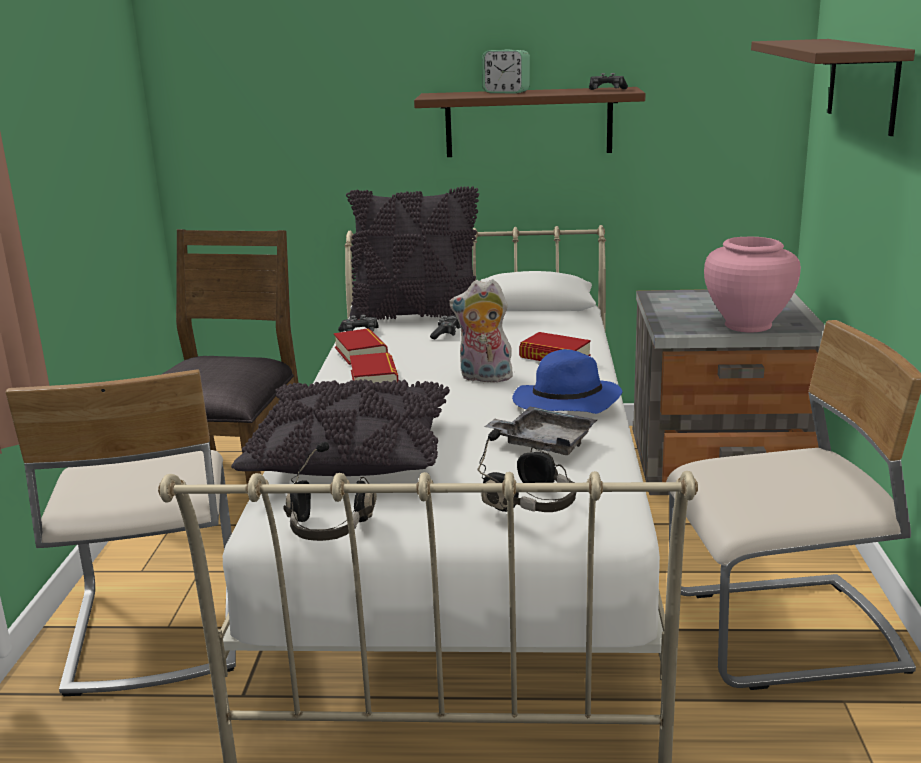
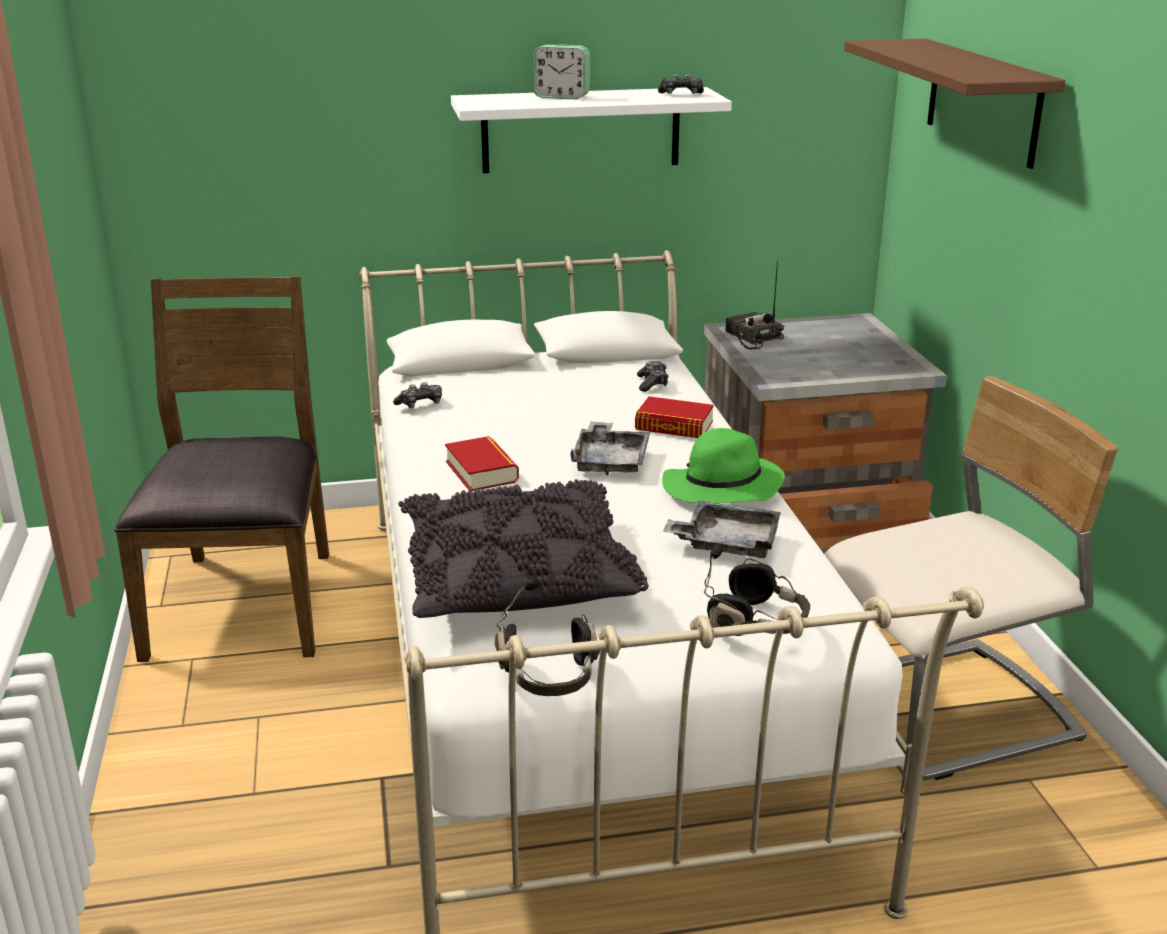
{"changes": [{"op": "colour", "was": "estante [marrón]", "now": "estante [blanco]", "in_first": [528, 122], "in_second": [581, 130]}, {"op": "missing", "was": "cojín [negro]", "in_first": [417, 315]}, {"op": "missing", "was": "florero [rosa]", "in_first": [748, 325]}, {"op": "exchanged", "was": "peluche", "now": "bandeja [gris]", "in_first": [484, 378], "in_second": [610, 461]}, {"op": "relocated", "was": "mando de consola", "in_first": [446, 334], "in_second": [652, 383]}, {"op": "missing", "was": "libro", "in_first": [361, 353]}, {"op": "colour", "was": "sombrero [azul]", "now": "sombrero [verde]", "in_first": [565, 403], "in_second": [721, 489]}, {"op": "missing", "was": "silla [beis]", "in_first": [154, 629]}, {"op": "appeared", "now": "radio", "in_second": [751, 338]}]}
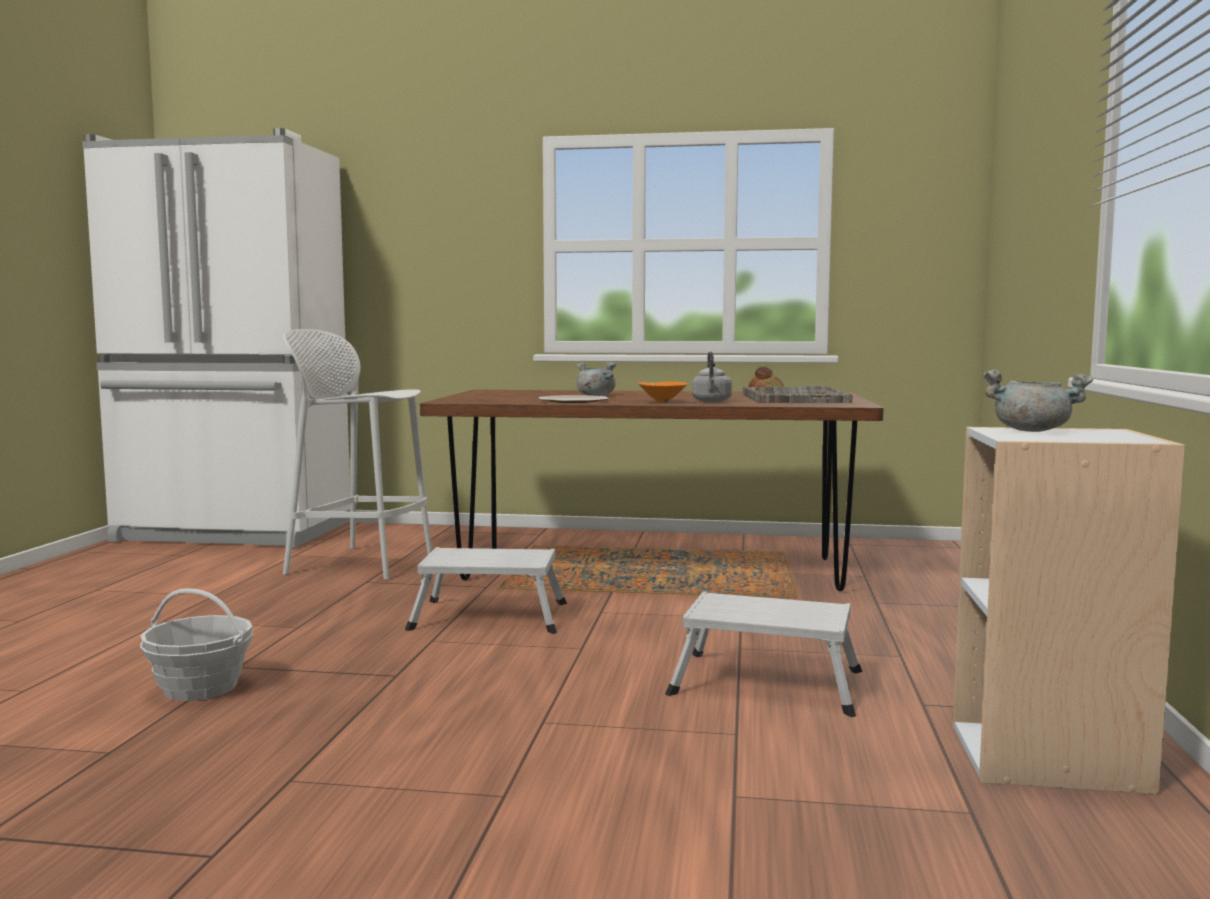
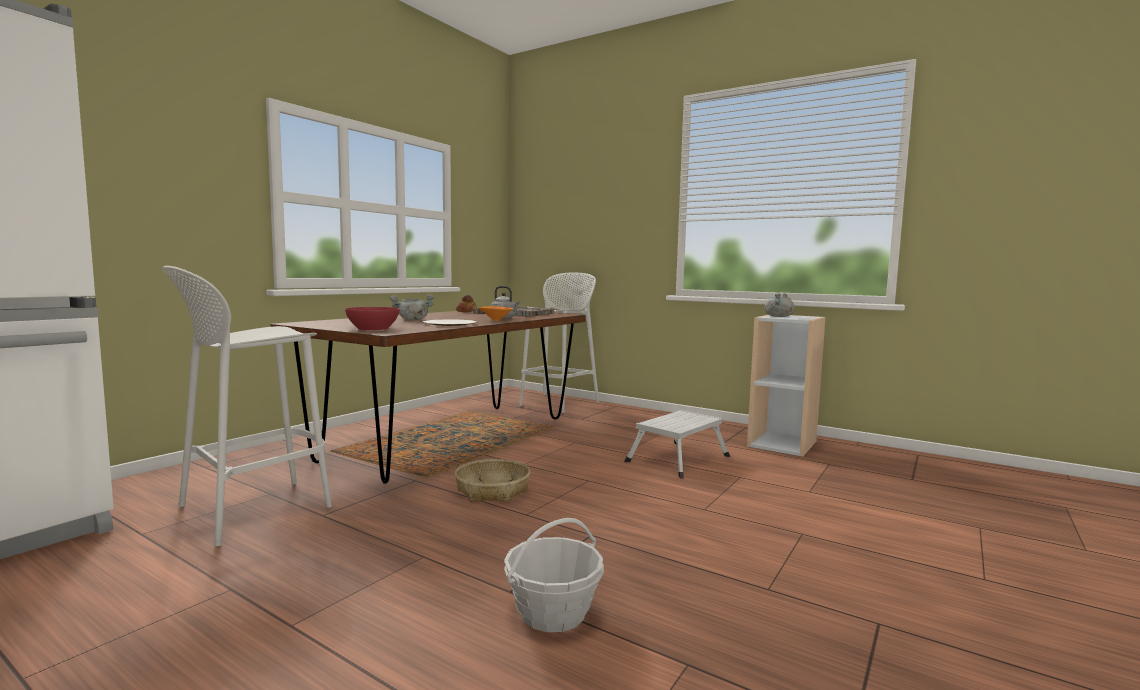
{"changes": [{"op": "exchanged", "was": "escalera de tijera [blanco]", "now": "cesta", "in_first": [490, 616], "in_second": [492, 490]}, {"op": "appeared", "now": "taburete [blanco]", "in_second": [557, 403]}, {"op": "appeared", "now": "cuenco [rojo]", "in_second": [373, 328]}]}
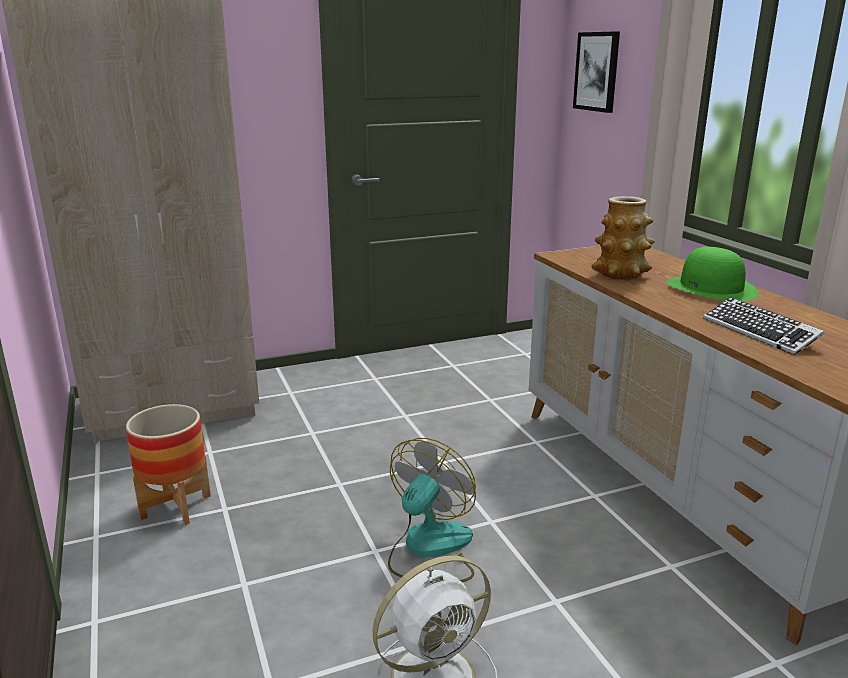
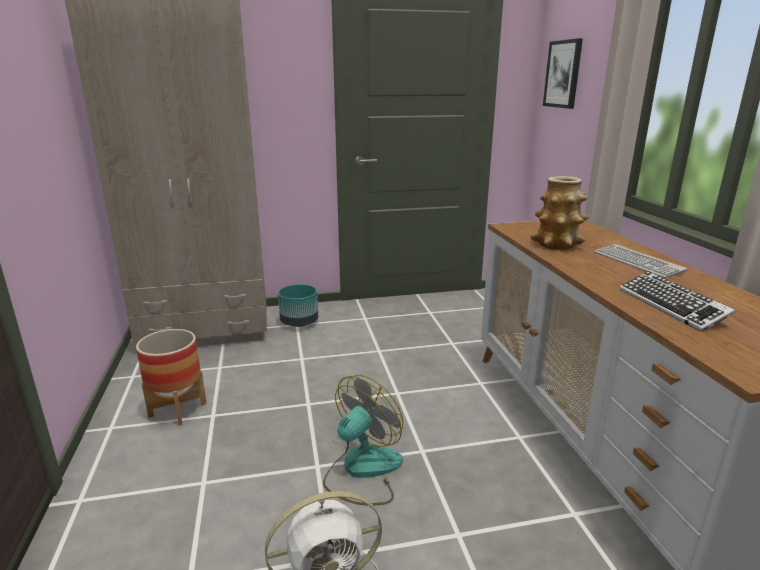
{"changes": [{"op": "exchanged", "was": "sombrero [verde]", "now": "teclado", "in_first": [711, 288], "in_second": [637, 262]}, {"op": "appeared", "now": "maceta [turquesa]", "in_second": [299, 323]}]}
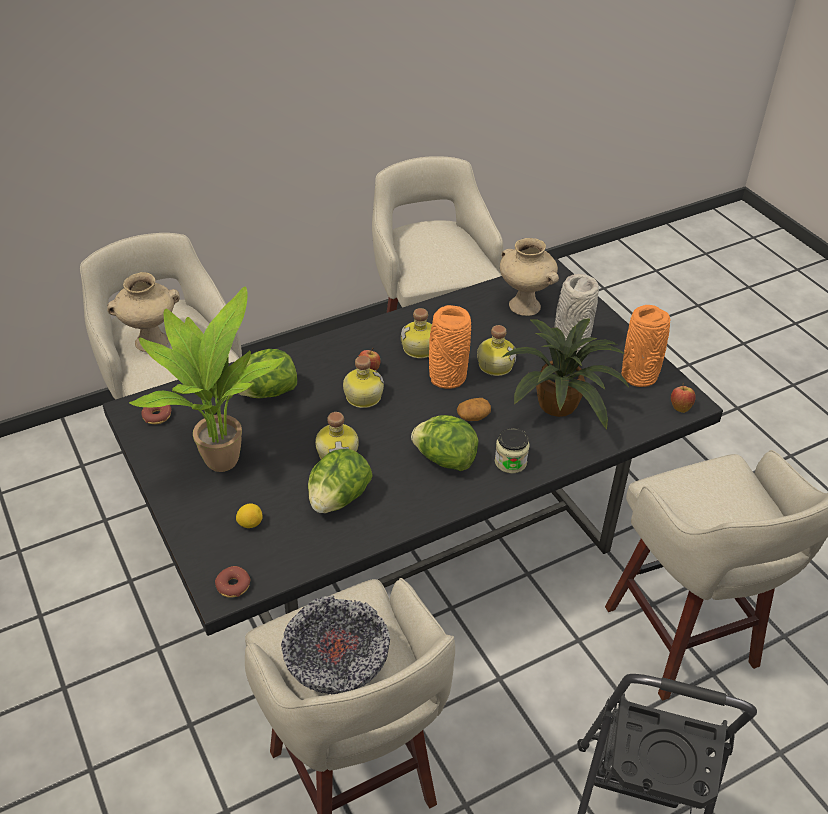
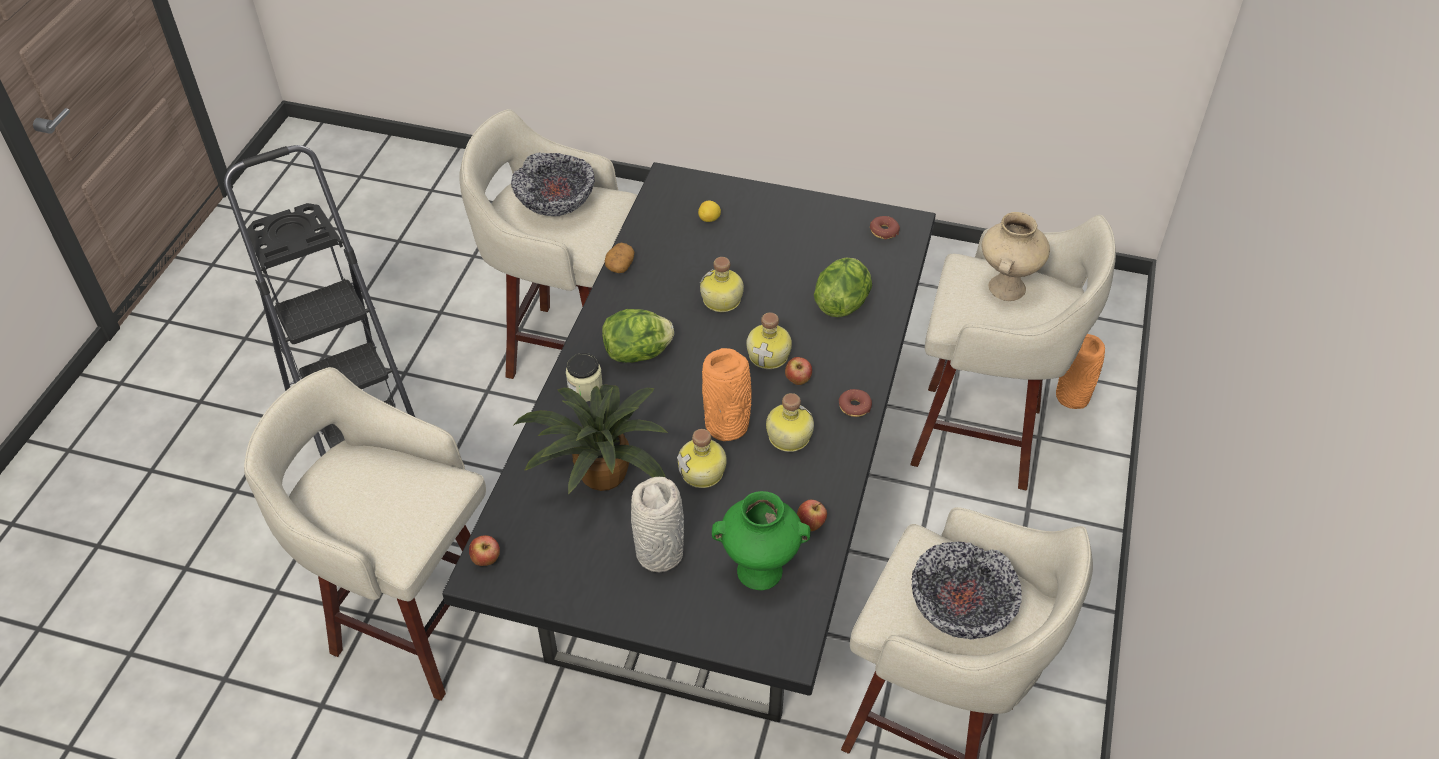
{"changes": [{"op": "colour", "was": "florero [beis]", "now": "florero [verde]", "in_first": [523, 306], "in_second": [760, 570]}, {"op": "missing", "was": "planta en maceta", "in_first": [219, 459]}, {"op": "relocated", "was": "florero [naranja]", "in_first": [640, 376], "in_second": [1072, 397]}, {"op": "relocated", "was": "patata", "in_first": [473, 416], "in_second": [620, 265]}, {"op": "missing", "was": "lechuga", "in_first": [338, 499]}, {"op": "relocated", "was": "rosquilla", "in_first": [233, 585], "in_second": [854, 407]}, {"op": "appeared", "now": "manzana", "in_second": [811, 524]}, {"op": "appeared", "now": "cuenco", "in_second": [961, 611]}]}
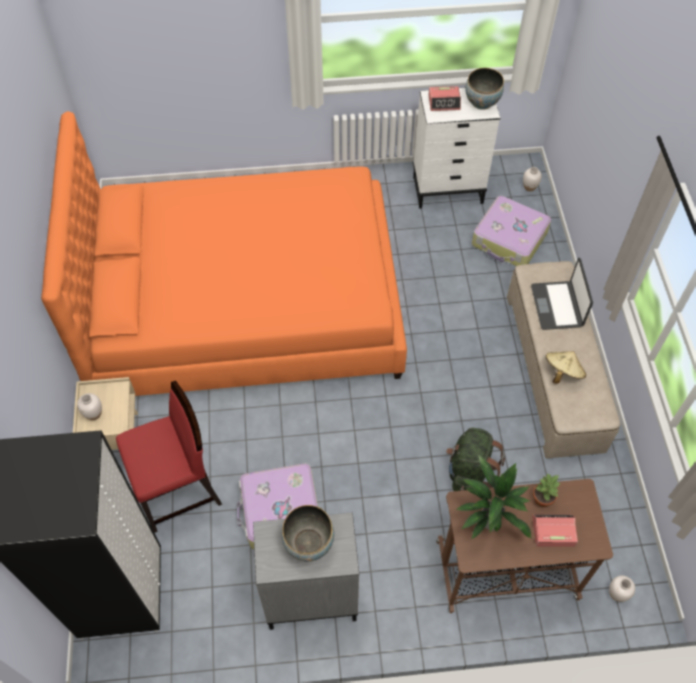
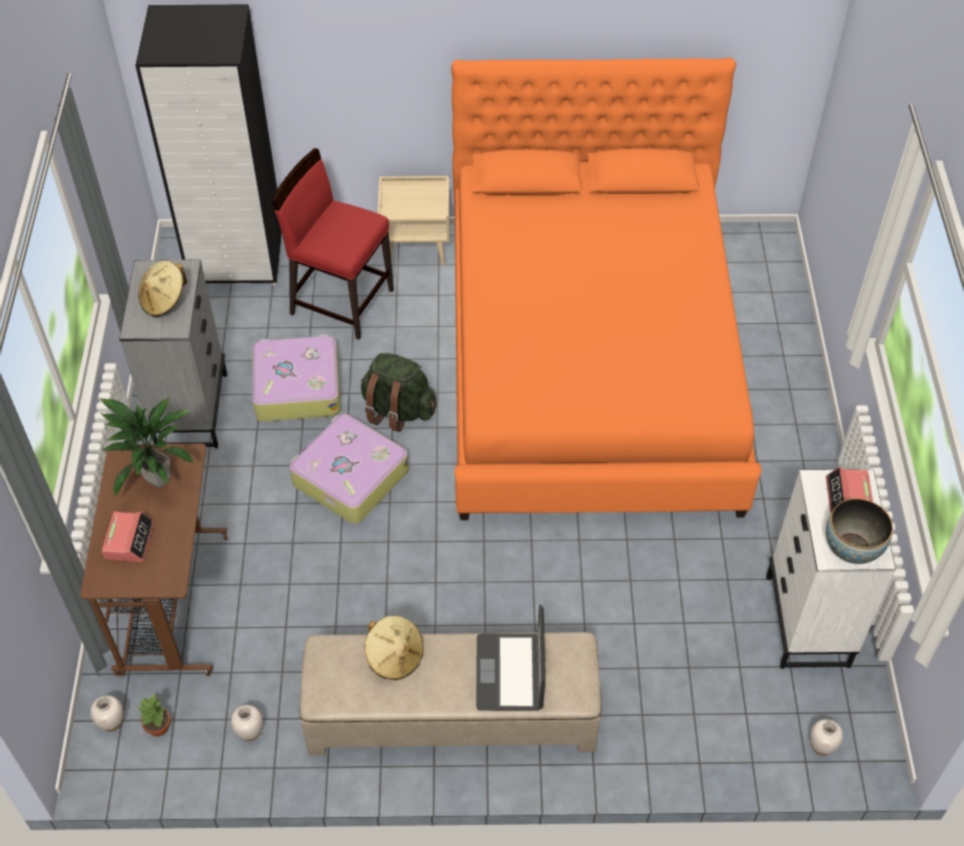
{"changes": [{"op": "relocated", "was": "maleta", "in_first": [509, 239], "in_second": [349, 477]}, {"op": "spun", "was": "portátil", "in_first": [557, 306], "in_second": [510, 673], "clockwise": -90}, {"op": "spun", "was": "silla [rojo]", "in_first": [179, 490], "in_second": [341, 300], "clockwise": 135}, {"op": "relocated", "was": "florero [blanco]", "in_first": [94, 414], "in_second": [249, 732]}, {"op": "relocated", "was": "mochila [verde]", "in_first": [469, 471], "in_second": [398, 410]}, {"op": "relocated", "was": "planta en maceta", "in_first": [542, 498], "in_second": [159, 727]}, {"op": "exchanged", "was": "cuenco", "now": "sombrero [beis]", "in_first": [308, 543], "in_second": [164, 301]}]}
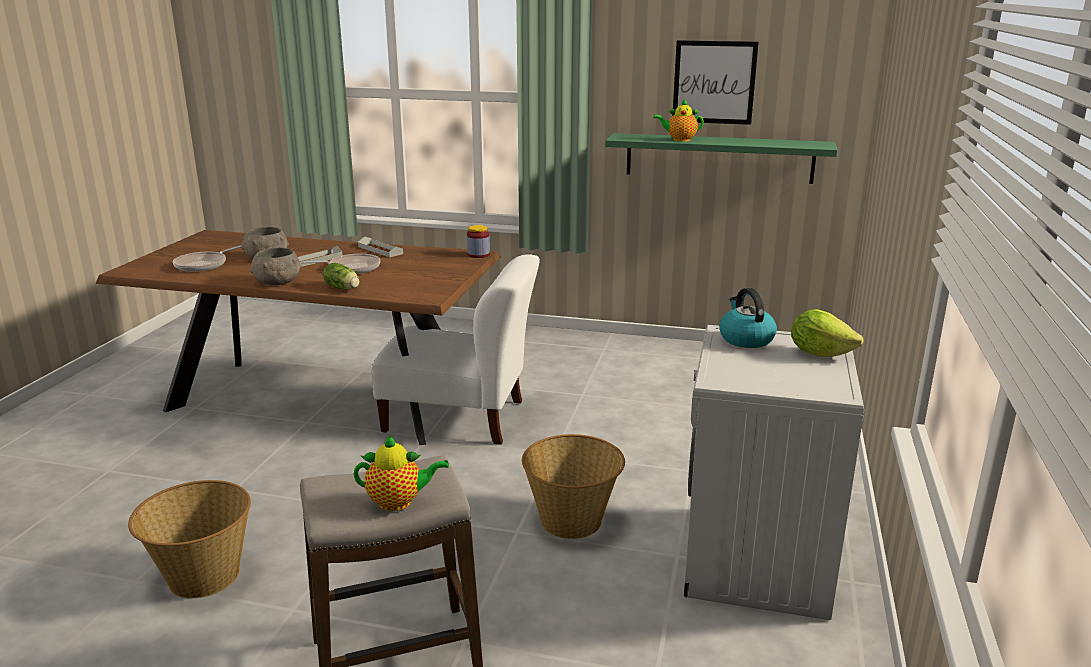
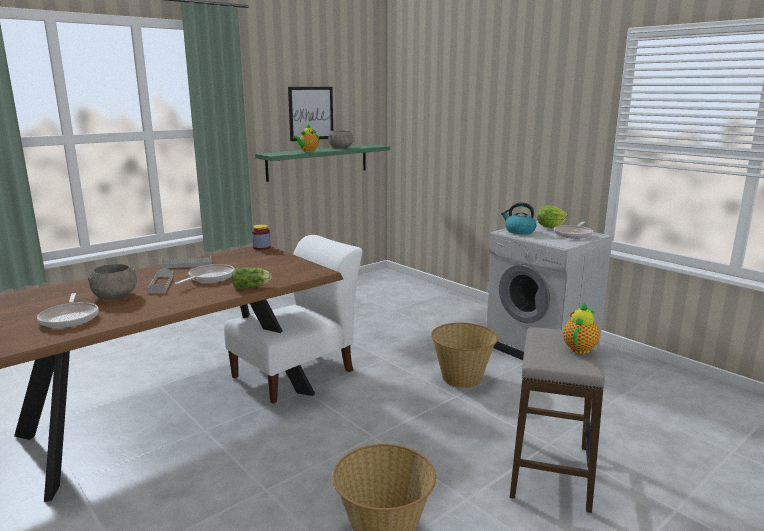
{"changes": [{"op": "relocated", "was": "cuenco [gris]", "in_first": [277, 282], "in_second": [341, 148]}, {"op": "appeared", "now": "sartén", "in_second": [573, 234]}]}
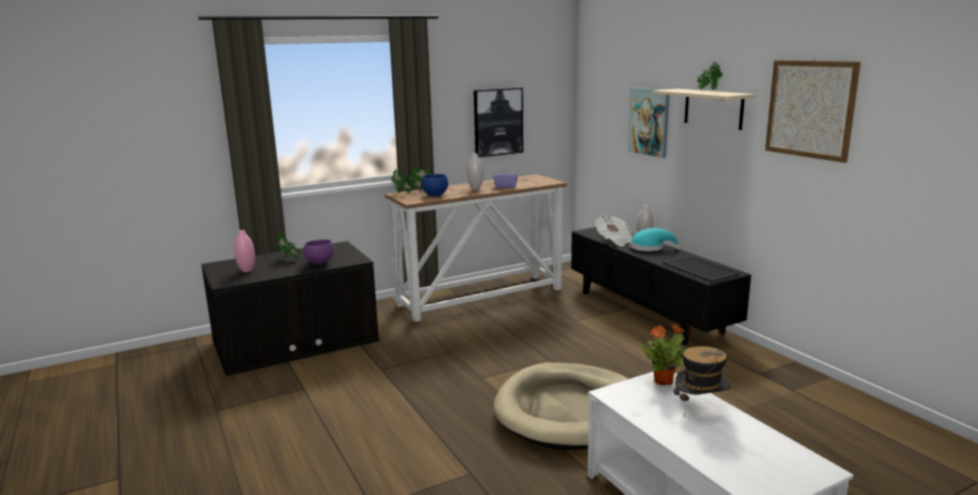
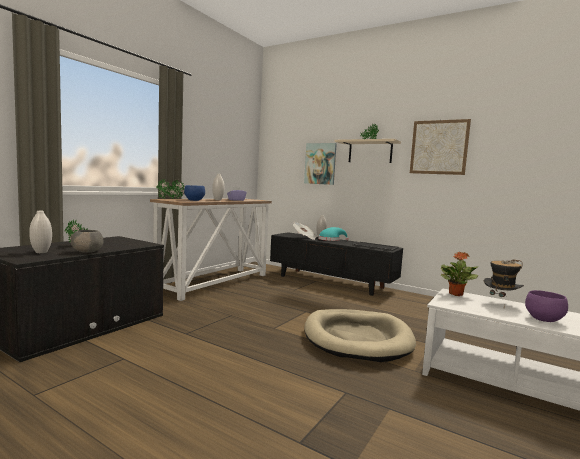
{"changes": [{"op": "missing", "was": "cuadro", "in_first": [498, 122]}, {"op": "colour", "was": "florero [rosa]", "now": "florero [blanco]", "in_first": [247, 271], "in_second": [41, 252]}, {"op": "relocated", "was": "cuenco [morado]", "in_first": [319, 263], "in_second": [542, 319]}, {"op": "appeared", "now": "cuenco [gris]", "in_second": [88, 251]}]}
